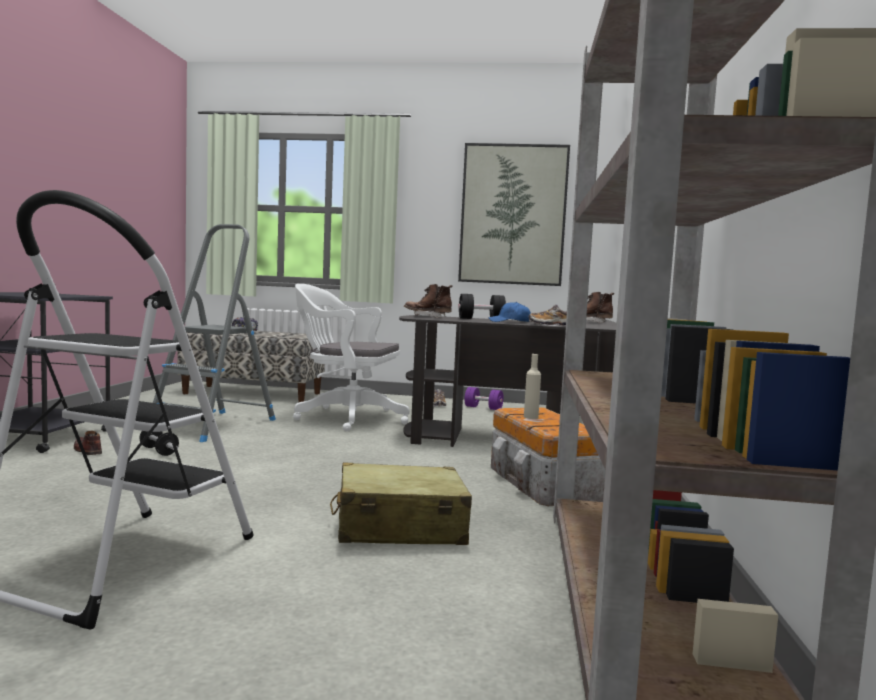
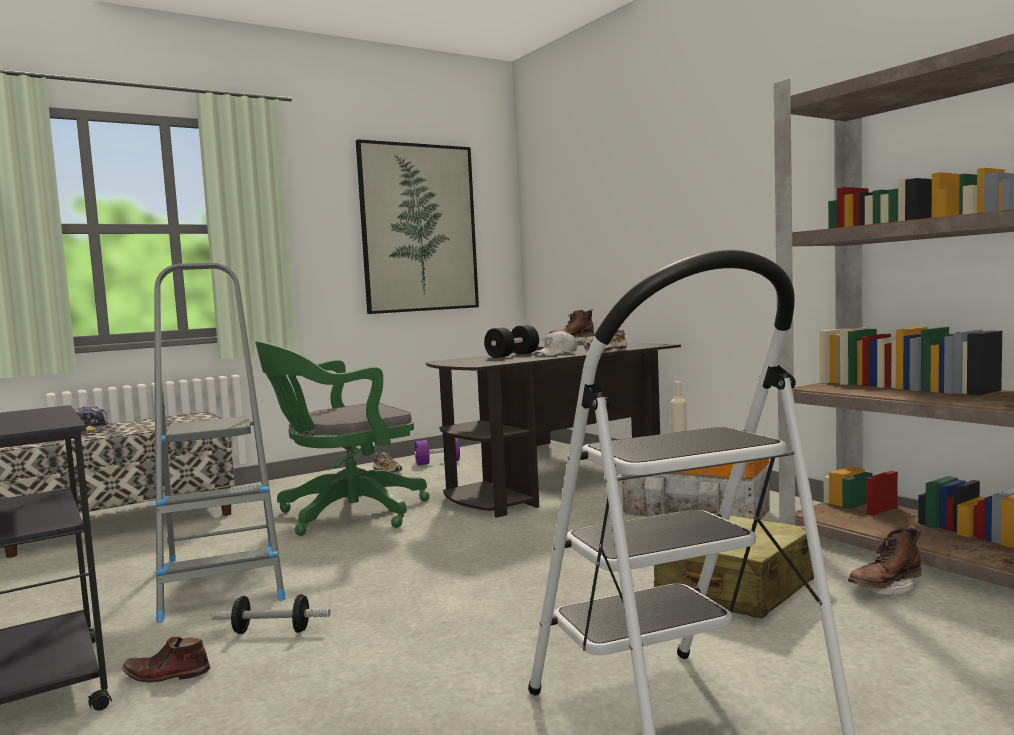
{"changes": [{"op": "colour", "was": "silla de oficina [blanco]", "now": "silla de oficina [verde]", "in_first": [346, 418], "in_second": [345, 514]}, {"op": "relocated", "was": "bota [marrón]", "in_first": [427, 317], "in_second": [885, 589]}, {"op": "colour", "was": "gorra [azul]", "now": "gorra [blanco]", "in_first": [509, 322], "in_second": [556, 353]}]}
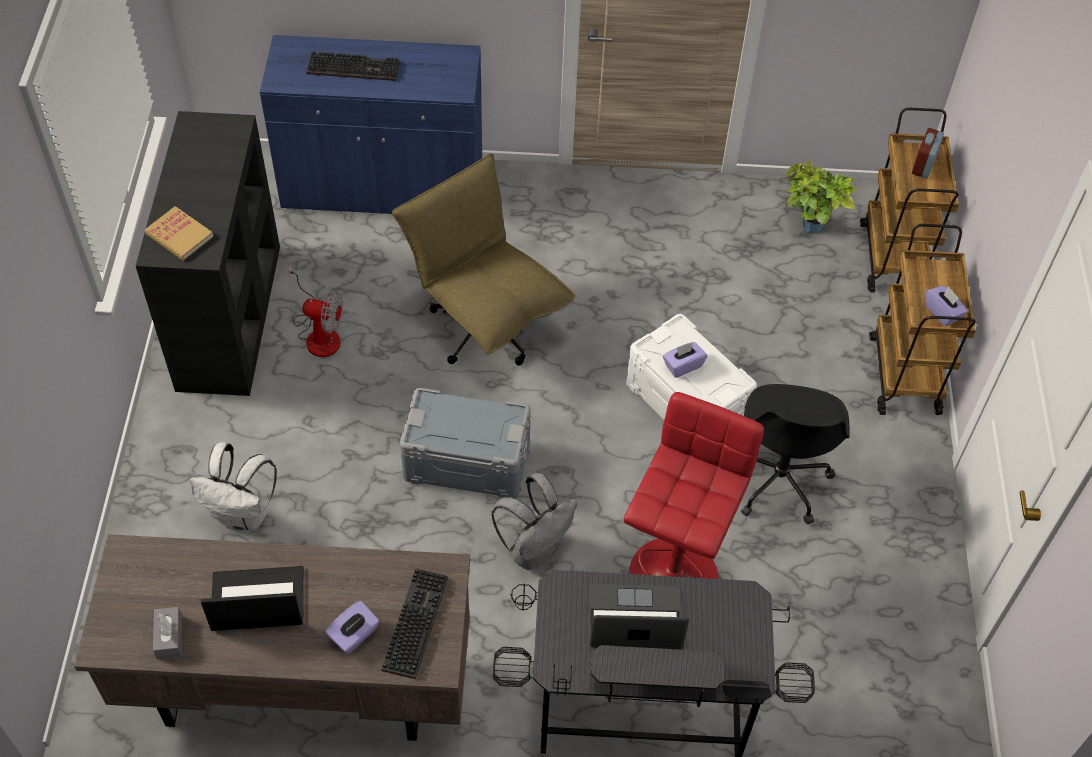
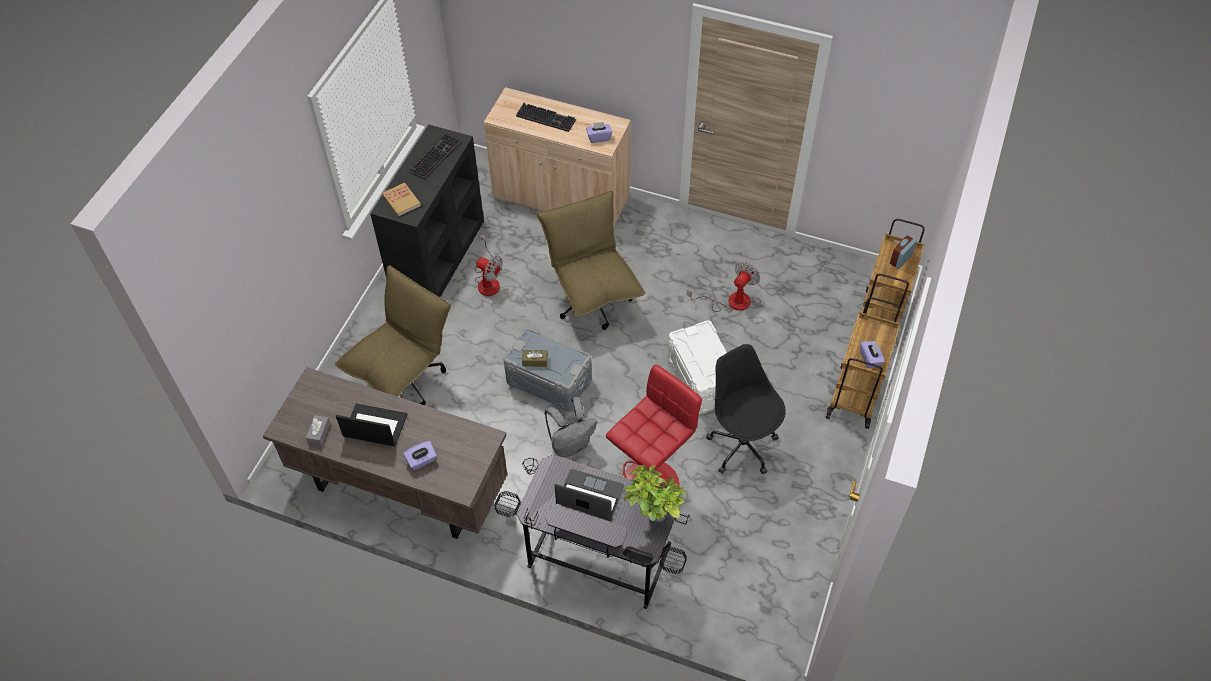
{"changes": [{"op": "colour", "was": "armario [azul]", "now": "armario [beis]", "in_first": [383, 187], "in_second": [561, 197]}, {"op": "relocated", "was": "planta en maceta", "in_first": [807, 229], "in_second": [653, 516]}, {"op": "relocated", "was": "caja de pañuelos [morado]", "in_first": [683, 365], "in_second": [599, 137]}, {"op": "spun", "was": "silla de oficina [negro]", "in_first": [778, 485], "in_second": [740, 446], "clockwise": 120}, {"op": "exchanged", "was": "mochila [blanco]", "now": "silla de oficina [beis]", "in_first": [243, 515], "in_second": [404, 380]}, {"op": "relocated", "was": "teclado", "in_first": [413, 621], "in_second": [435, 156]}, {"op": "appeared", "now": "ventilador", "in_second": [730, 302]}, {"op": "appeared", "now": "caja de pañuelos [marrón]", "in_second": [535, 361]}]}
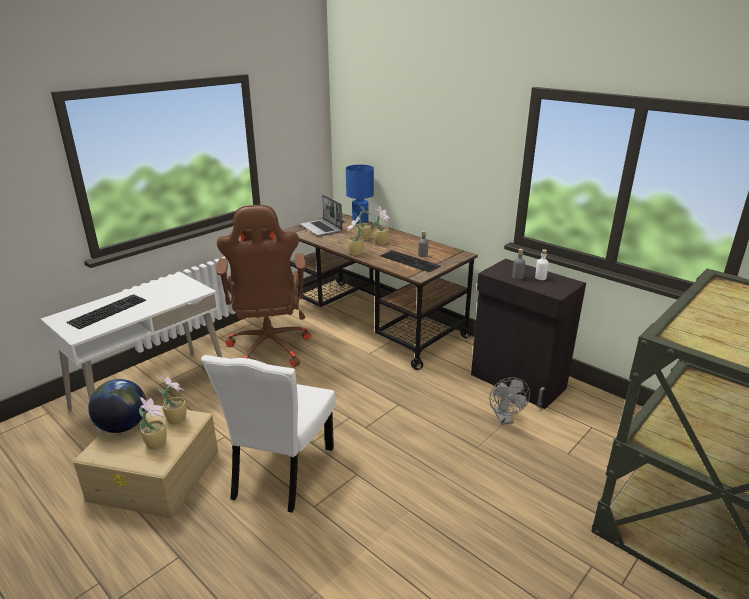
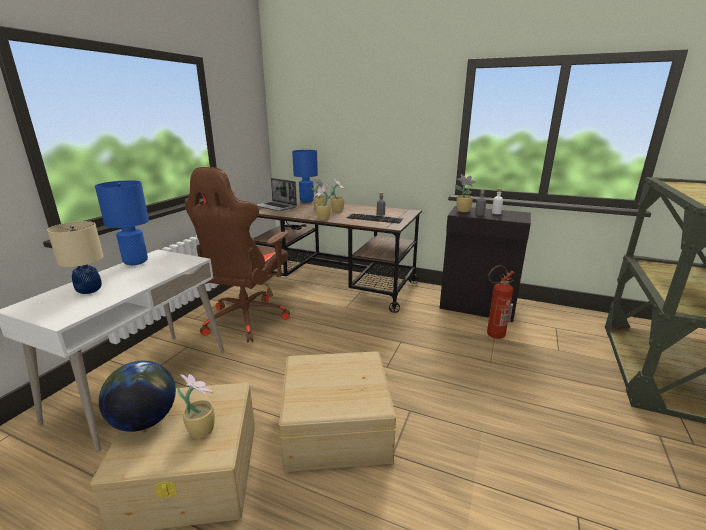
{"changes": [{"op": "spun", "was": "silla de oficina [marrón]", "in_first": [269, 345], "in_second": [249, 316], "clockwise": 45}, {"op": "exchanged", "was": "teclado", "now": "lámpara de mesa [beis]", "in_first": [107, 310], "in_second": [89, 290]}, {"op": "exchanged", "was": "silla [blanco]", "now": "caja de almacenaje [beis]", "in_first": [282, 469], "in_second": [335, 426]}, {"op": "relocated", "was": "planta en maceta", "in_first": [177, 419], "in_second": [462, 210]}, {"op": "exchanged", "was": "ventilador [gris]", "now": "extintor", "in_first": [505, 419], "in_second": [492, 335]}, {"op": "appeared", "now": "lámpara de mesa [azul]", "in_second": [135, 263]}]}
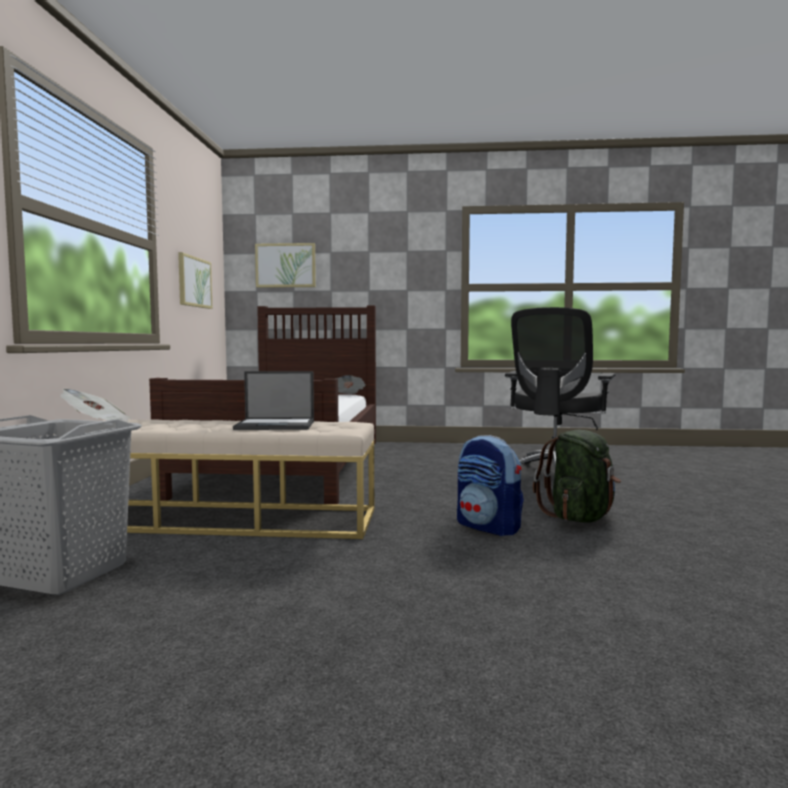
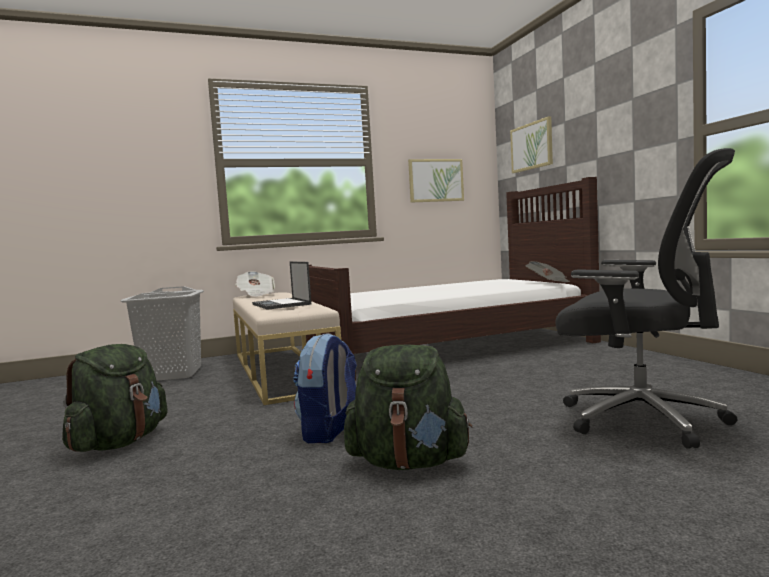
{"changes": [{"op": "spun", "was": "silla de oficina", "in_first": [554, 471], "in_second": [638, 420], "clockwise": -150}, {"op": "appeared", "now": "mochila [verde]", "in_second": [119, 443]}]}
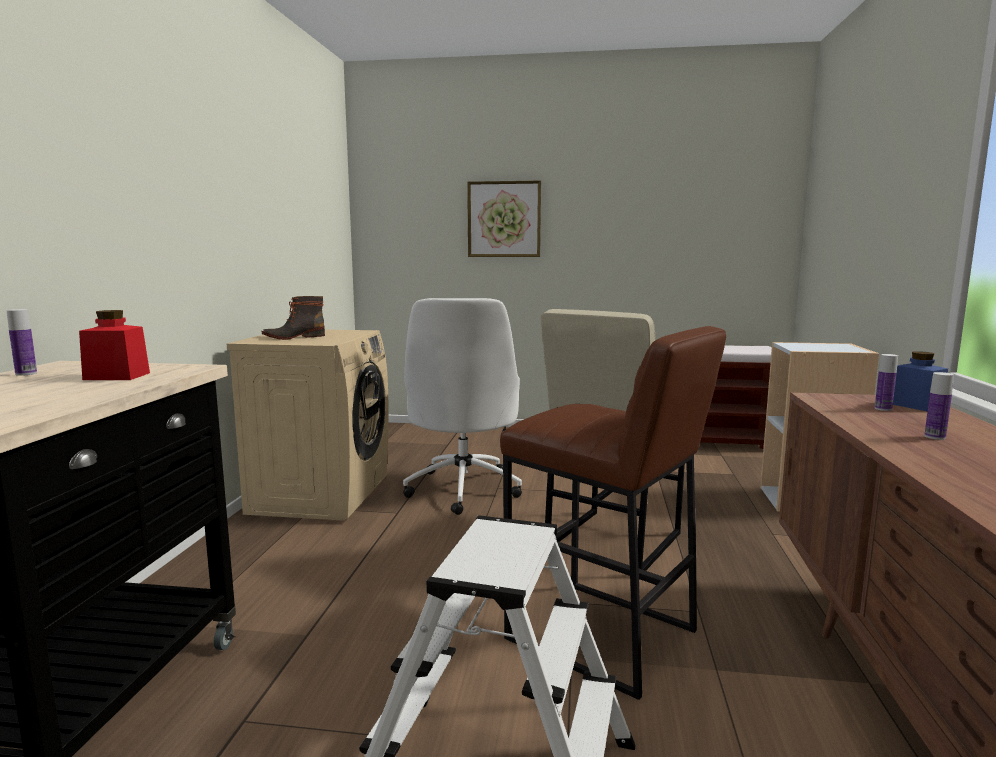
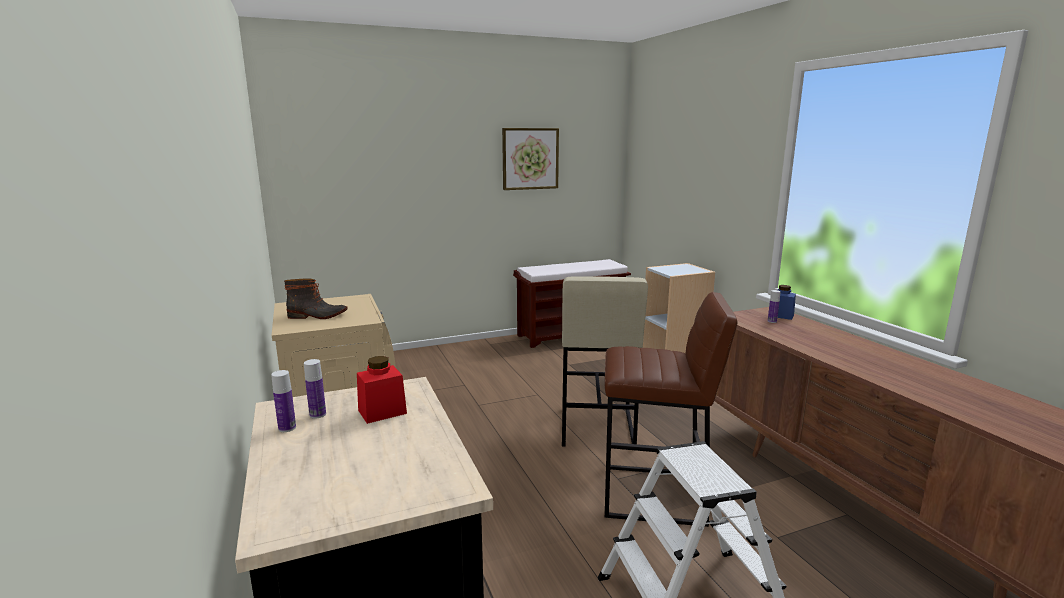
{"changes": [{"op": "relocated", "was": "cuadro", "in_first": [504, 219], "in_second": [530, 159]}, {"op": "spun", "was": "bota", "in_first": [293, 337], "in_second": [317, 316], "clockwise": -120}, {"op": "missing", "was": "silla de oficina [blanco]", "in_first": [463, 489]}, {"op": "relocated", "was": "botella", "in_first": [934, 437], "in_second": [317, 414]}]}
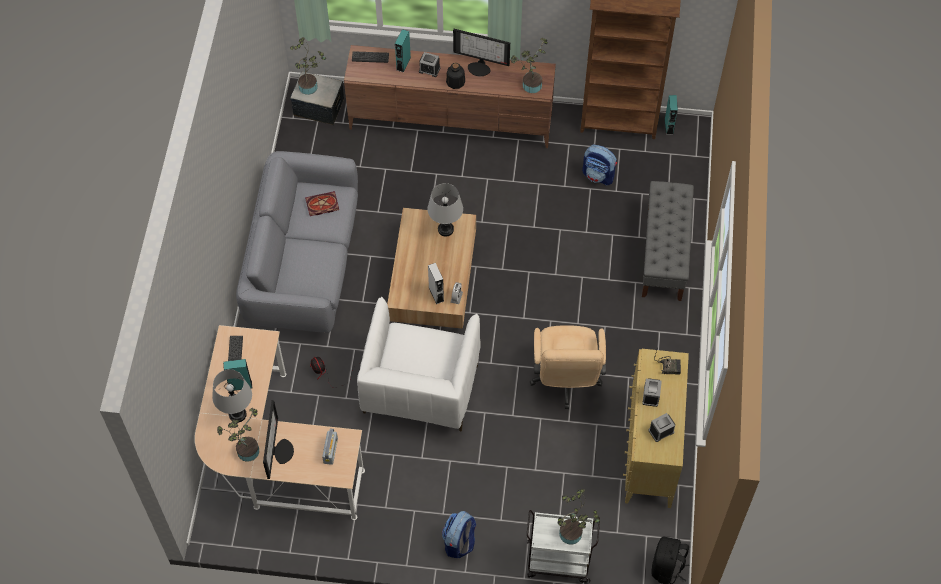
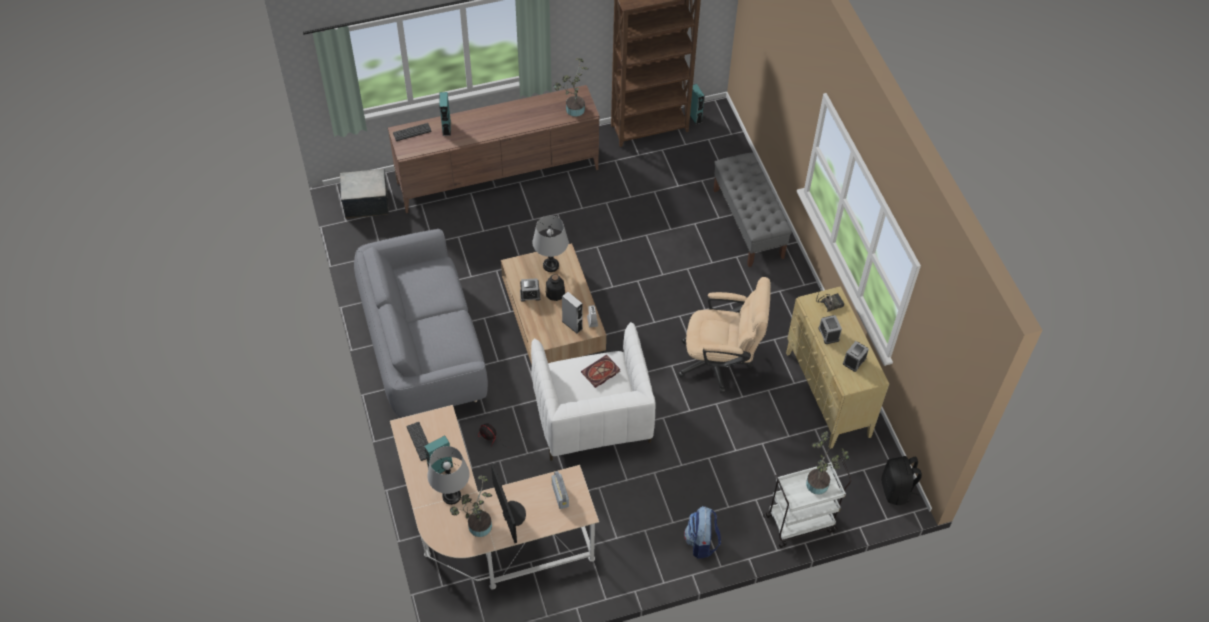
{"changes": [{"op": "missing", "was": "monitor", "in_first": [480, 67]}, {"op": "missing", "was": "planta en maceta", "in_first": [310, 86]}, {"op": "relocated", "was": "despertador", "in_first": [429, 69], "in_second": [530, 295]}, {"op": "relocated", "was": "botella", "in_first": [455, 82], "in_second": [555, 293]}, {"op": "missing", "was": "mochila", "in_first": [598, 175]}, {"op": "relocated", "was": "libro", "in_first": [321, 205], "in_second": [600, 373]}, {"op": "spun", "was": "silla de oficina [beis]", "in_first": [565, 381], "in_second": [721, 363], "clockwise": -60}]}
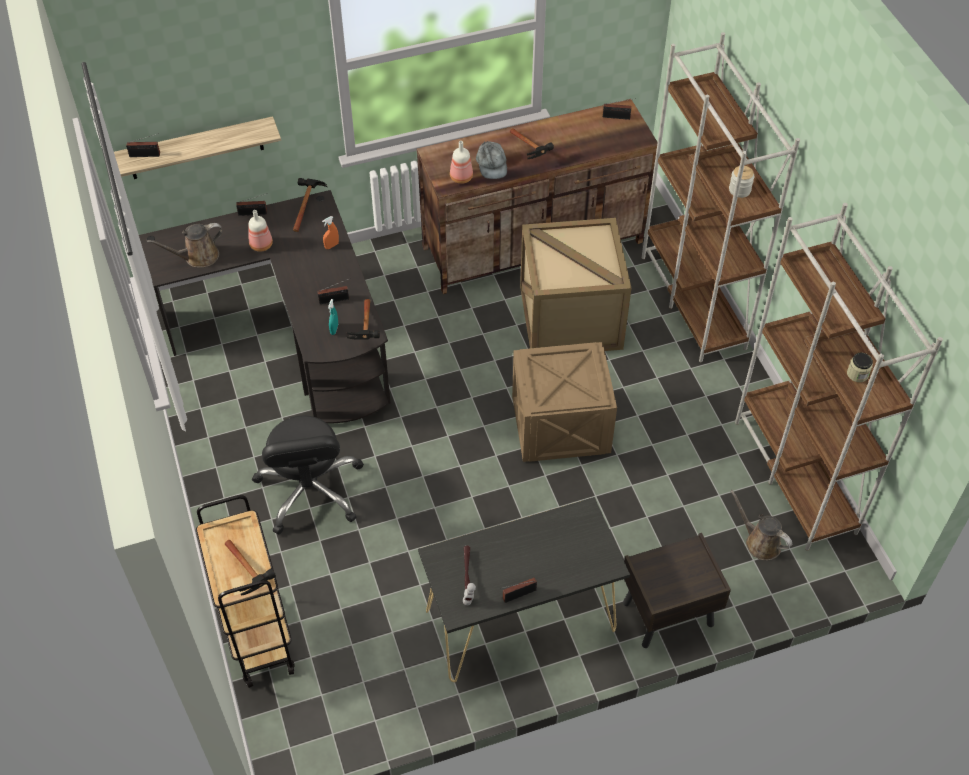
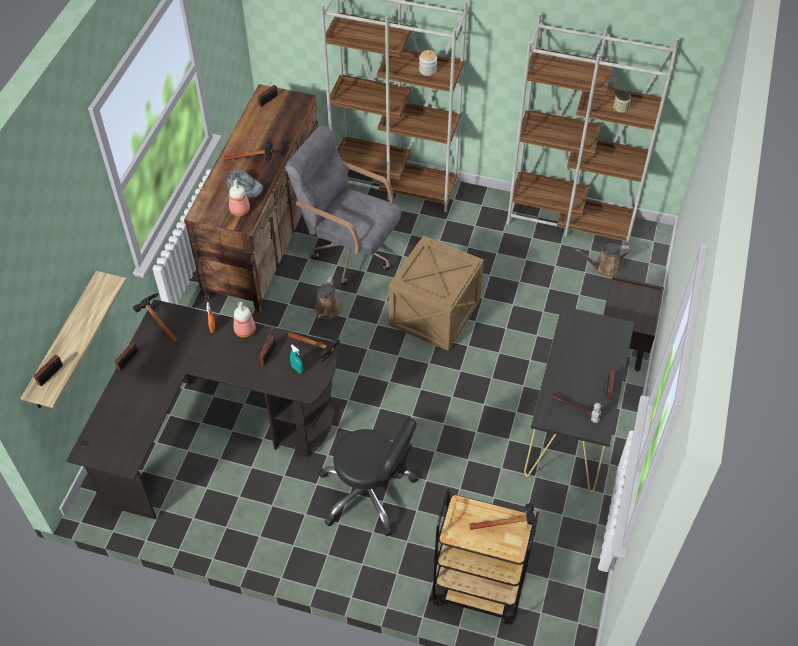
{"changes": [{"op": "relocated", "was": "botella", "in_first": [260, 244], "in_second": [244, 331]}, {"op": "exchanged", "was": "caja de embalaje", "now": "silla de oficina [gris]", "in_first": [572, 316], "in_second": [348, 253]}, {"op": "relocated", "was": "regadera [marrón]", "in_first": [198, 257], "in_second": [327, 311]}]}
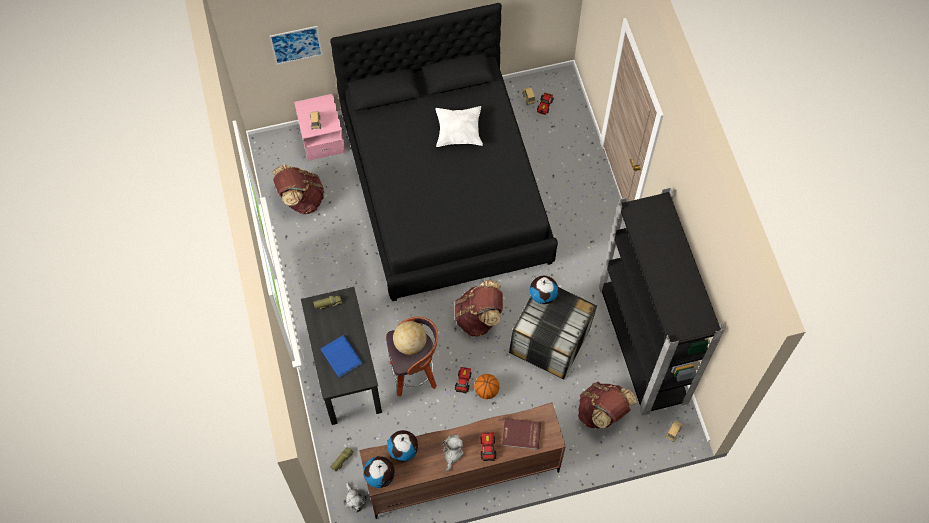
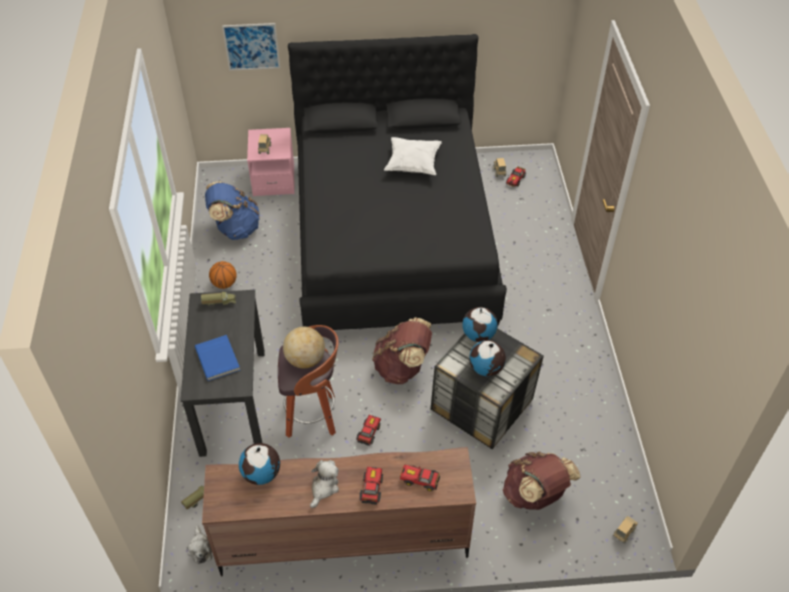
{"changes": [{"op": "colour", "was": "mochila [marrón]", "now": "mochila [azul]", "in_first": [301, 199], "in_second": [235, 229]}, {"op": "missing", "was": "estantería [negro]", "in_first": [642, 344]}, {"op": "relocated", "was": "balón de baloncesto", "in_first": [486, 390], "in_second": [224, 284]}, {"op": "exchanged", "was": "libro [rojo]", "now": "coche de juguete", "in_first": [521, 435], "in_second": [419, 480]}, {"op": "relocated", "was": "globo terráqueo", "in_first": [380, 476], "in_second": [486, 369]}]}
